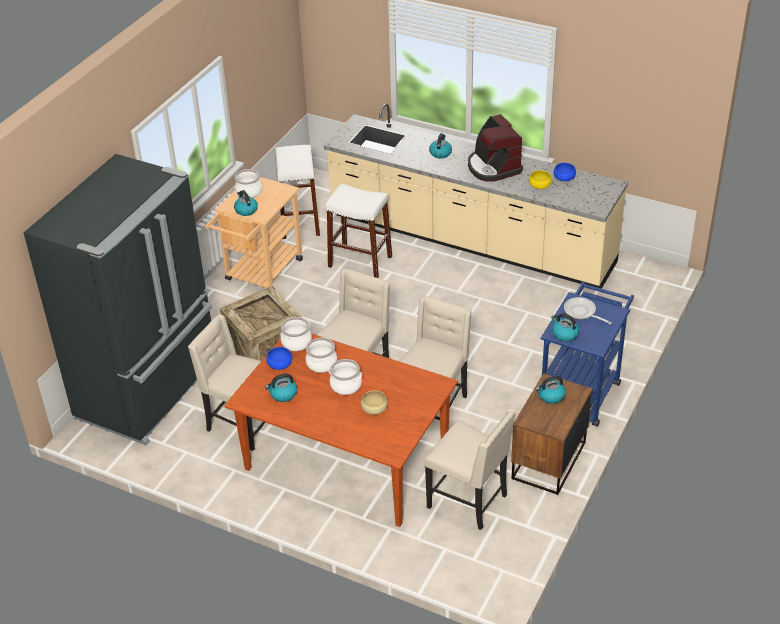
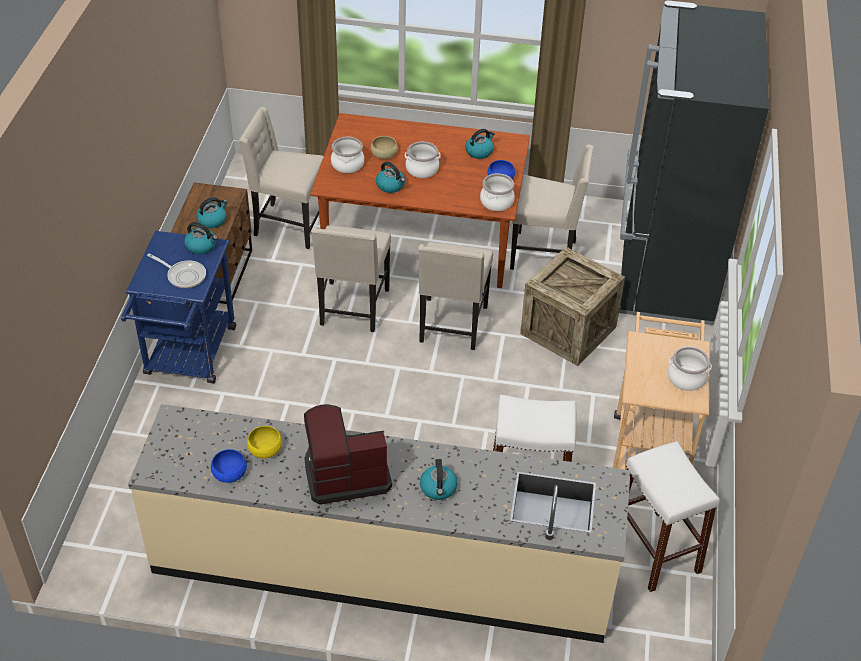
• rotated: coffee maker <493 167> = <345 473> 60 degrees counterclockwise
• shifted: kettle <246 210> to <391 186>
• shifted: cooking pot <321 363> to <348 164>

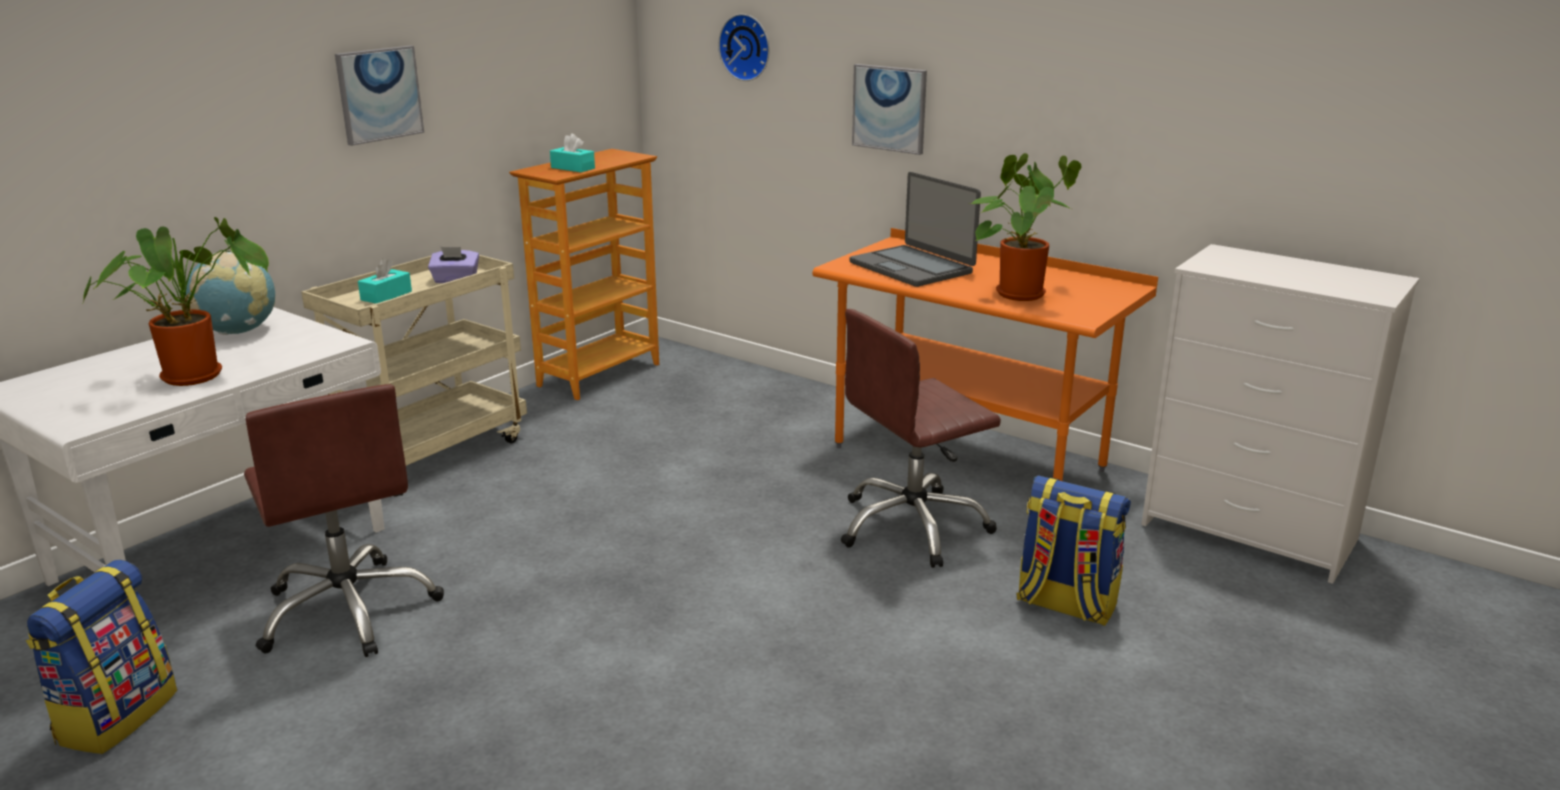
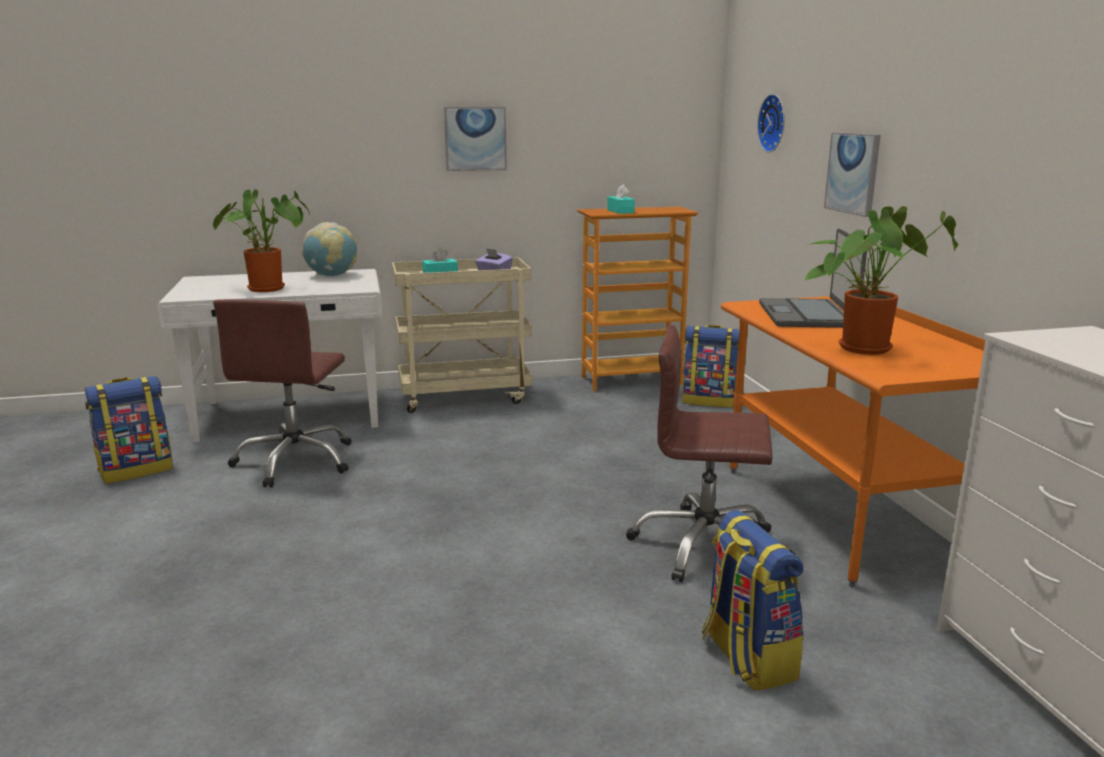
• new: knapsack <709 401>

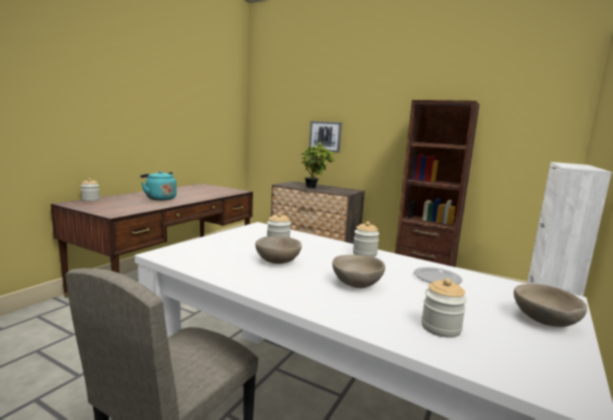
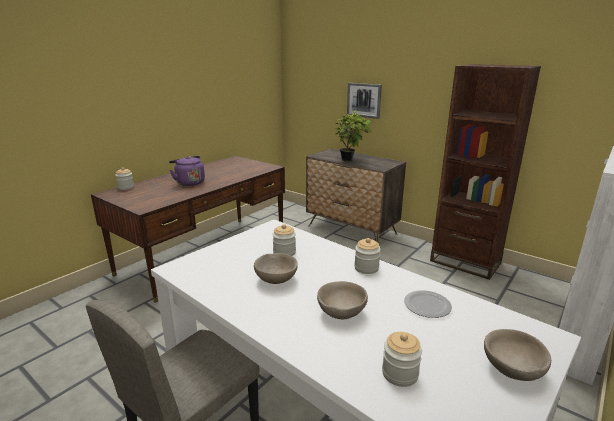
• repainted: turquoise kettle <159 198> to purple kettle <189 182>

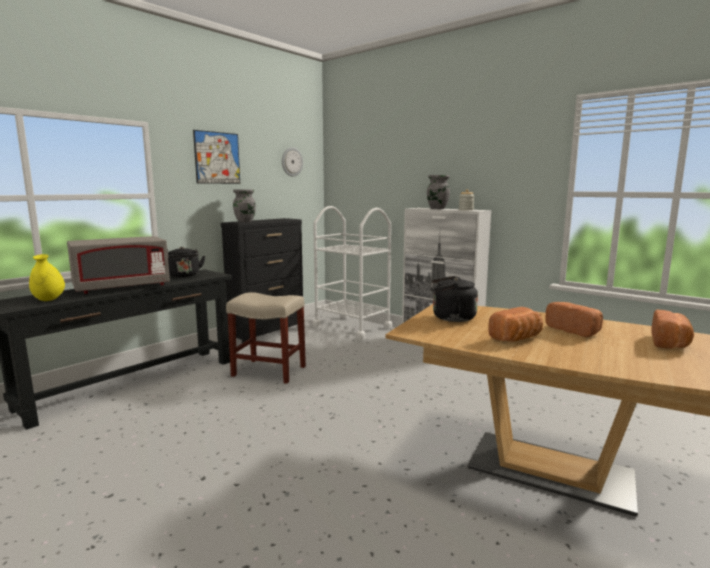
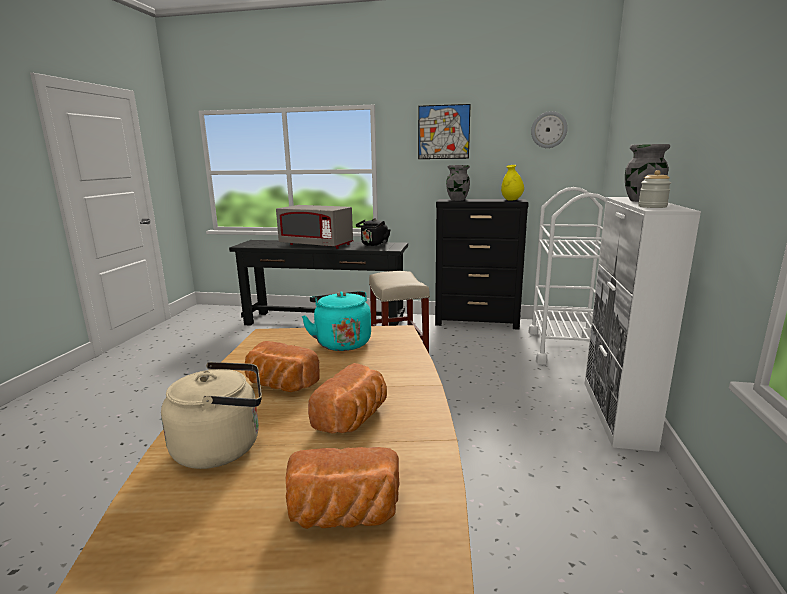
• shifted: yellowish decorative vase <49 300> to <511 200>
• repainted: black kettle <450 318> to turquoise kettle <341 342>
• new: beige-coloured kettle <223 447>

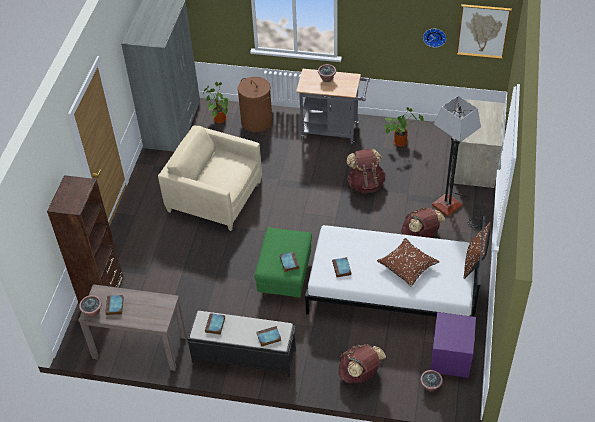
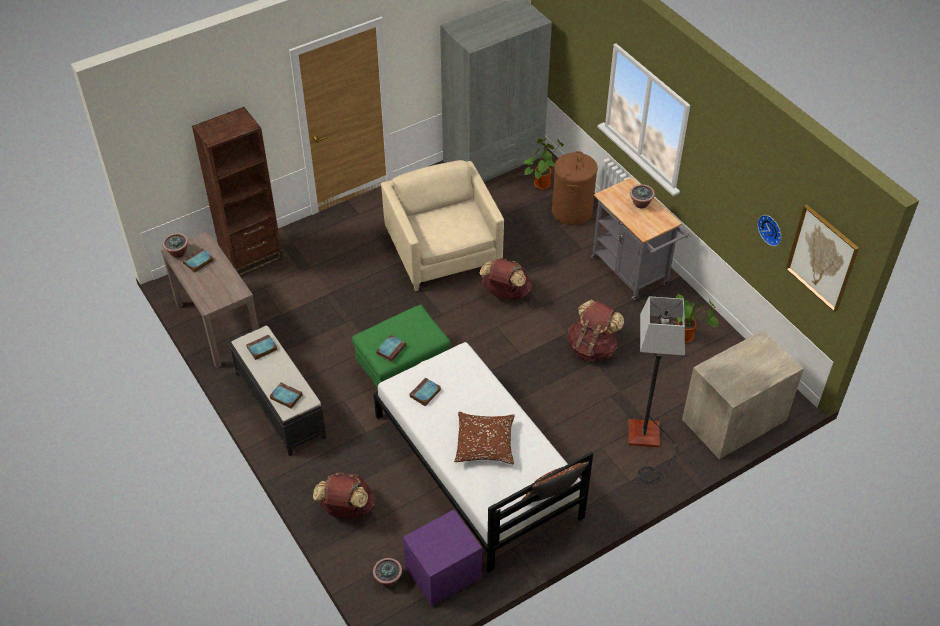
• shifted: brown-coloured knapsack <420 236> to <505 293>

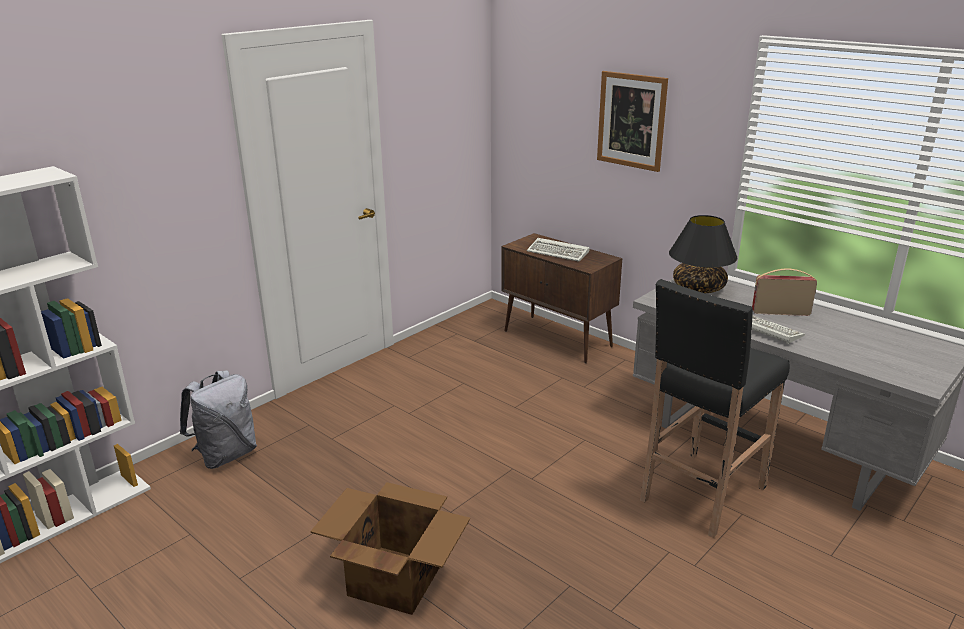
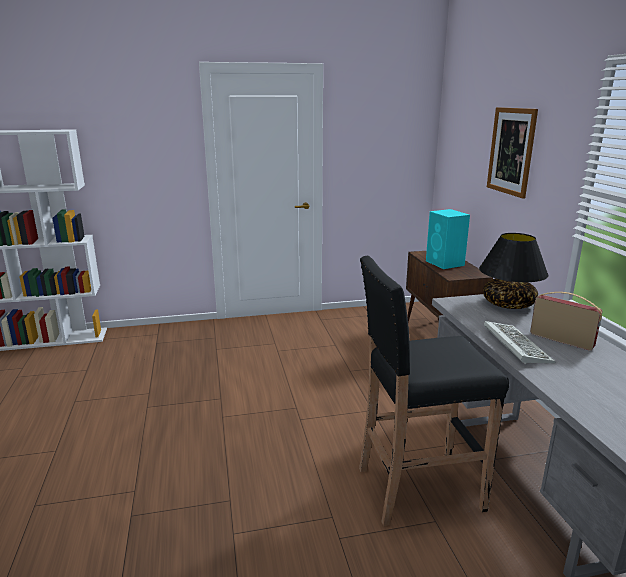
• swapped: keyboard <559 252> to turquoise audio speaker <445 263>
• gone: greyish knapsack <226 455>
• gone: packing box <394 578>

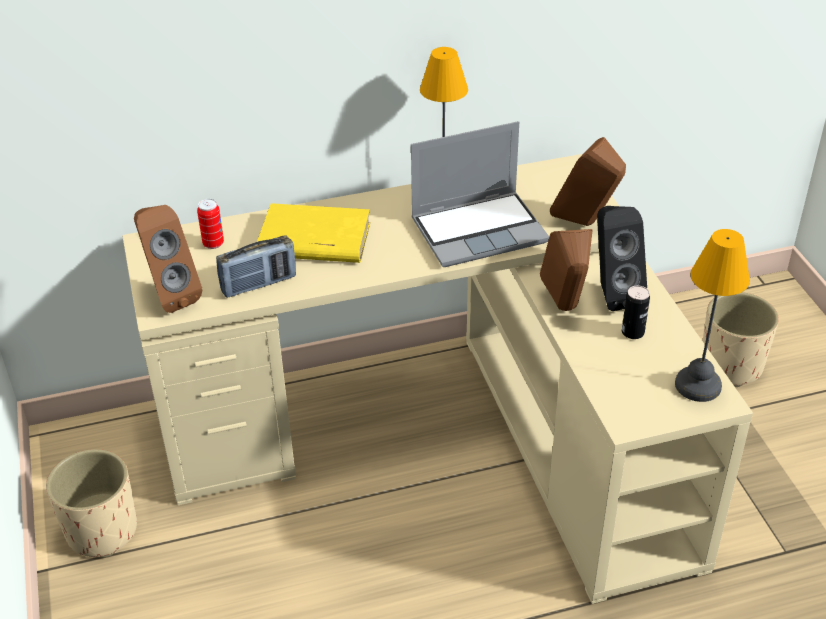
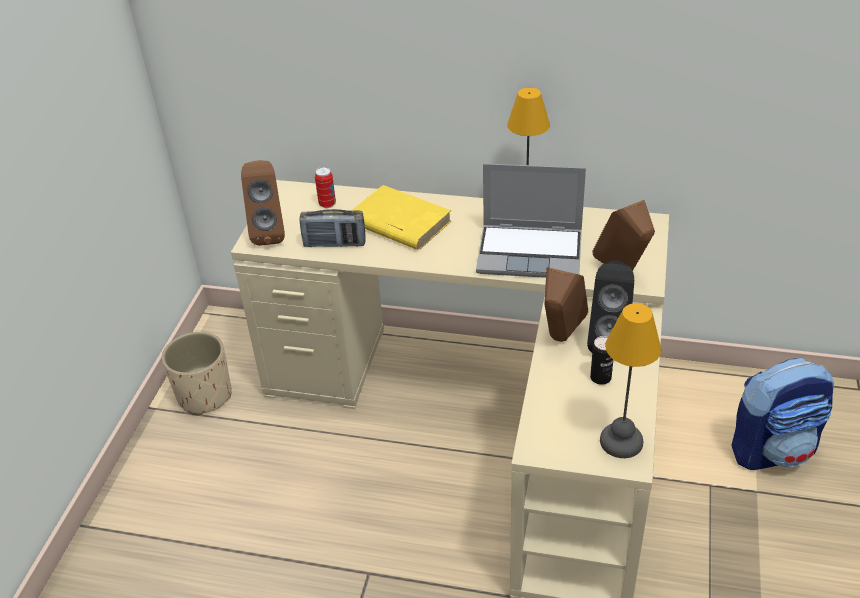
• swapped: beige-coloured plant pot <730 365> to knapsack <773 449>

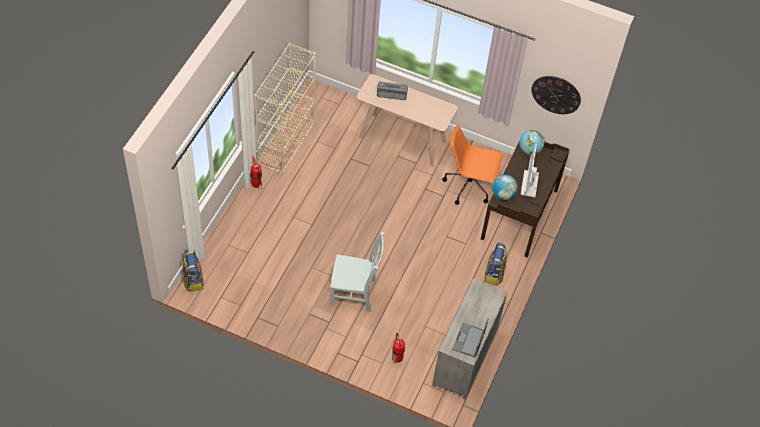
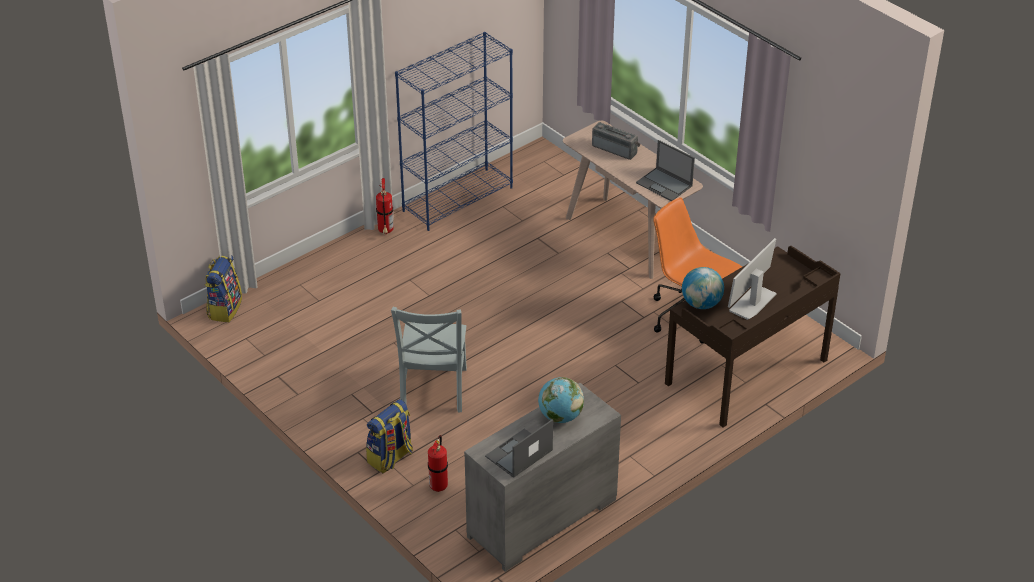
• repainted: beige-coloured bookshelf <286 144> to bluish bookshelf <458 199>
• gone: wall clock <556 94>
• shifted: desk globe <529 150> to <560 417>
• rotated: greyish chair <355 293> = <433 391> 60 degrees clockwise
• shifted: knapsack <494 274> to <390 458>
• new: laptop <664 184>

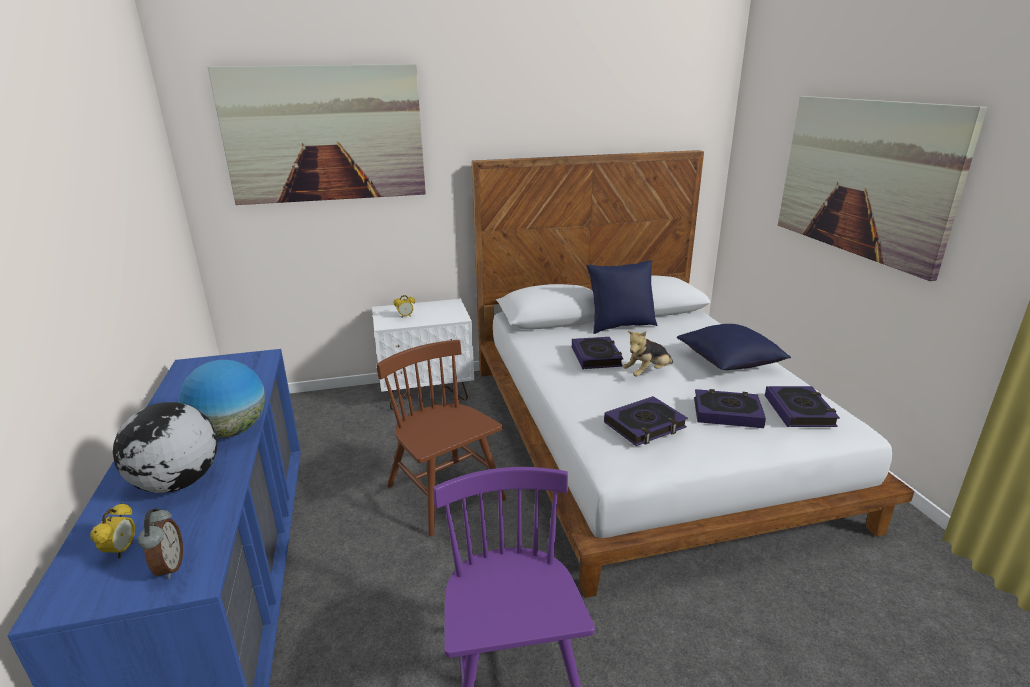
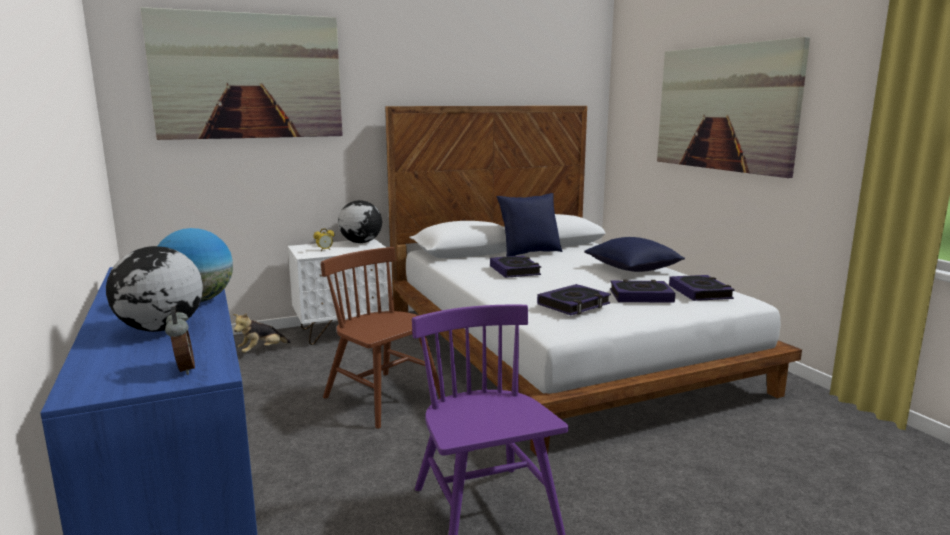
• shifted: plush toy <647 373> to <262 351>
• gone: bedside clock <121 550>
• new: desk globe <360 242>

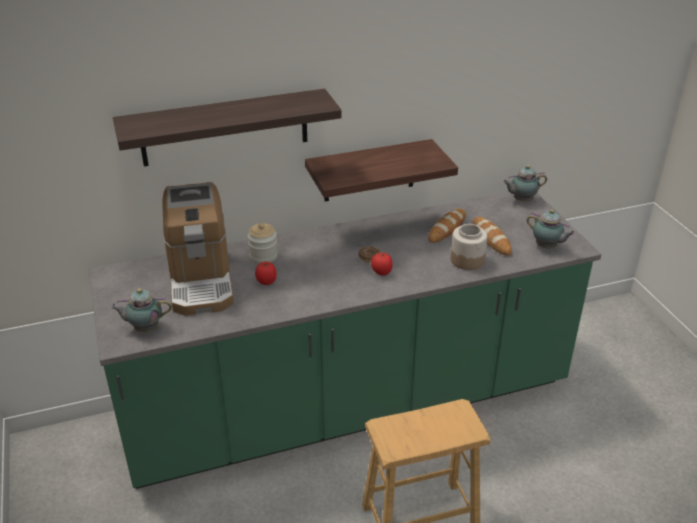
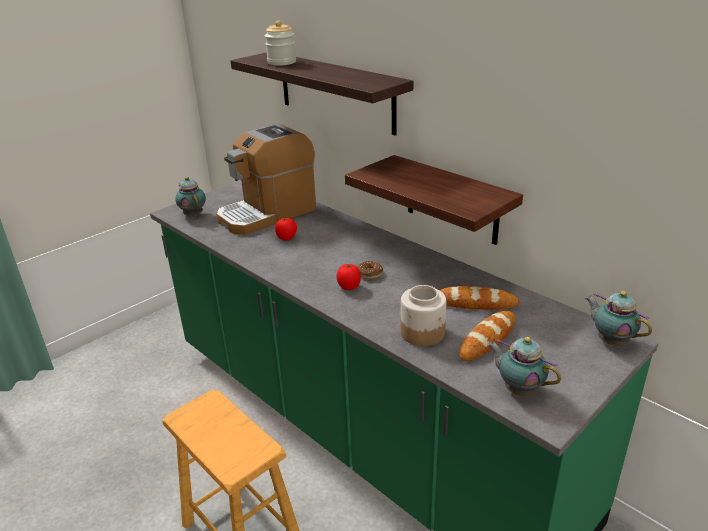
• rotated: teapot <547 247> = <518 389> 120 degrees clockwise
• shifted: preserve jar <263 256> to <281 62>

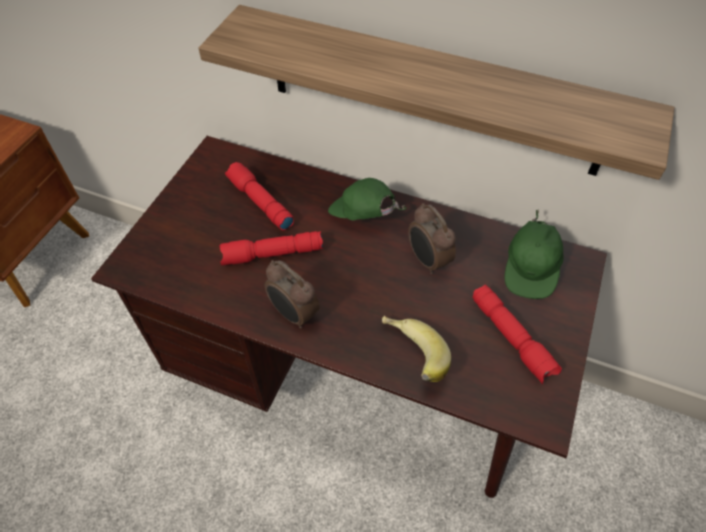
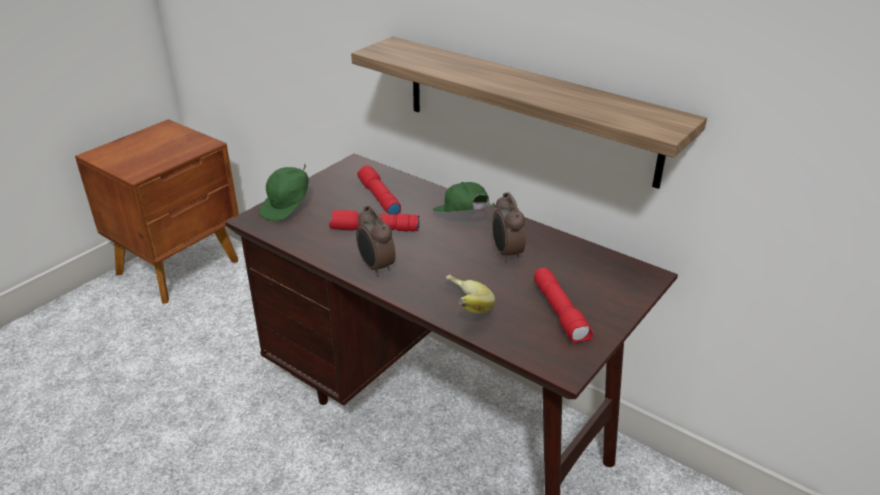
• shifted: greenish cap <530 269> to <288 207>

